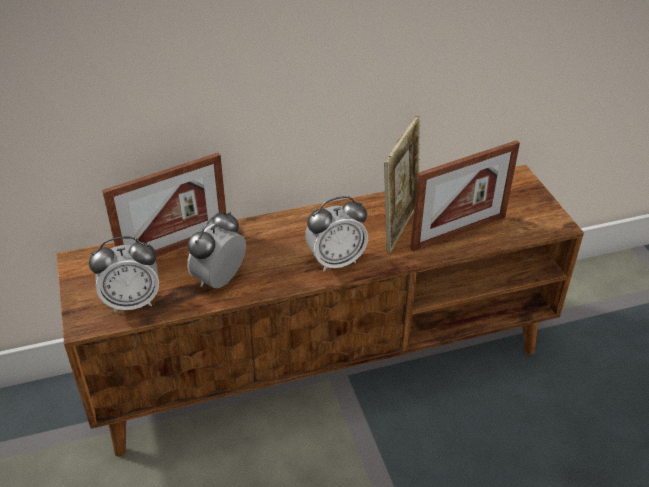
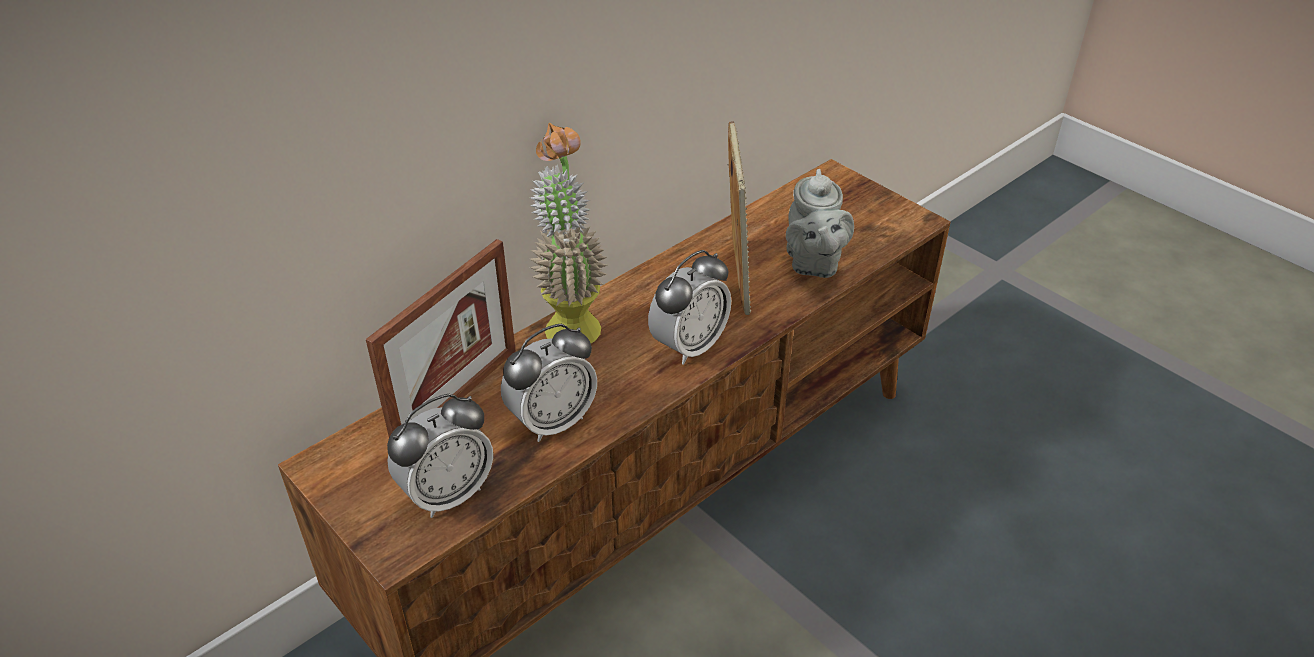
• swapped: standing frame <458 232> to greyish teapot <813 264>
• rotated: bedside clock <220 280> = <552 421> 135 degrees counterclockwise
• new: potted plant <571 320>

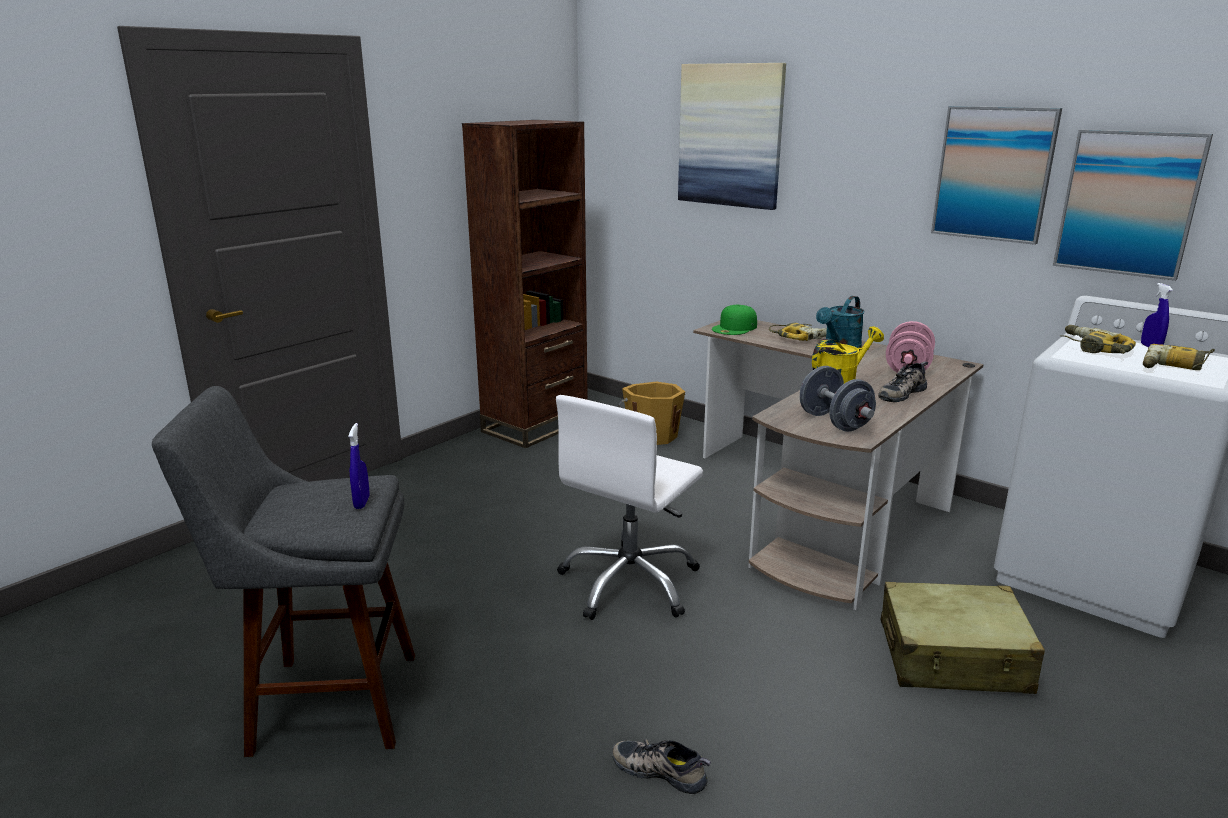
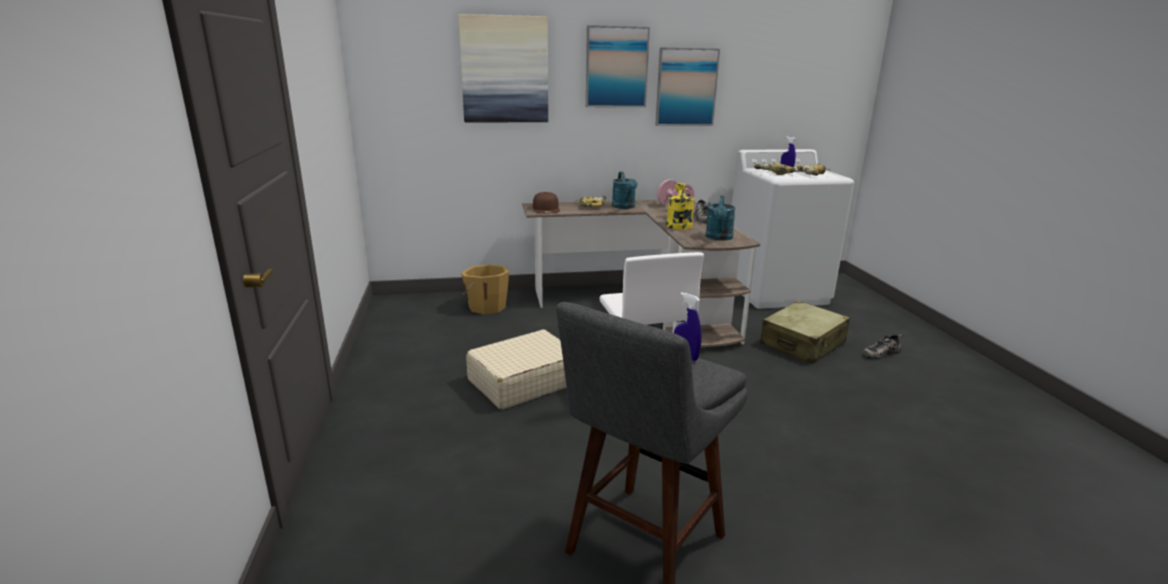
• gone: brown-coloured bookshelf <535 426>
• shifted: picture <1128 203> to <616 67>
• repainted: greenish cap <735 328> to brown-coloured cap <546 208>
• swapped: greyish hand weight <834 422> to turquoise sprinkling can <719 238>
• shifted: low shoe <661 770> to <880 352>
• new: beige-coloured travel case <523 381>

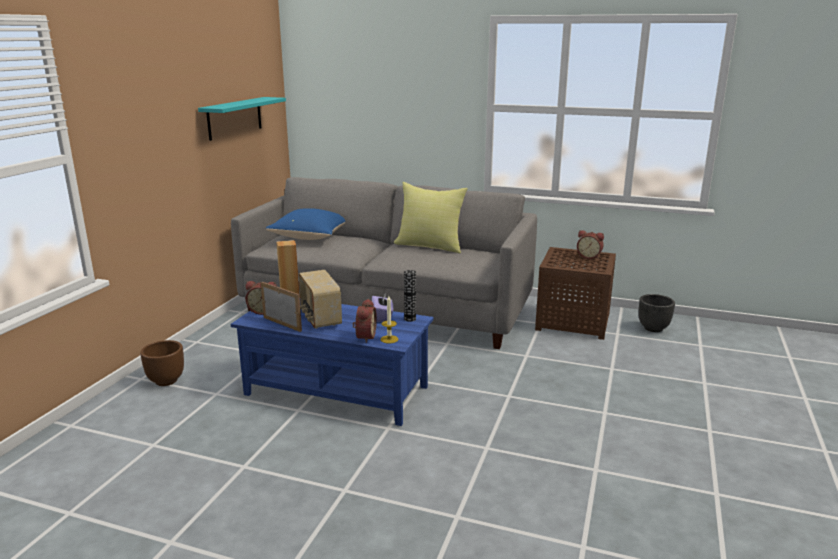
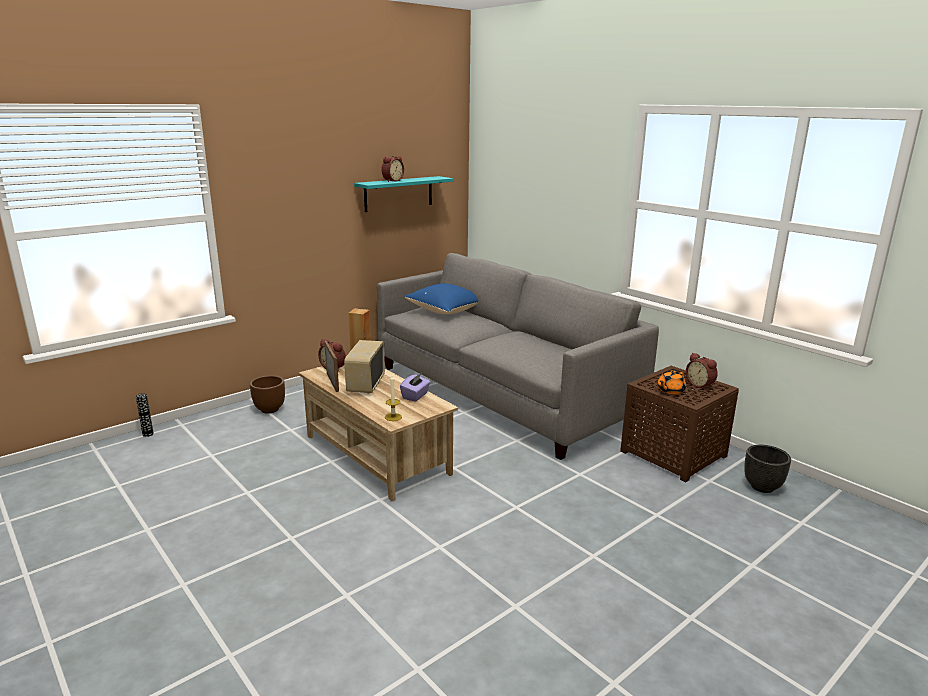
• gone: yellowish cushion <430 246>
• shifted: decorative vase <410 319> to <148 434>
• shifted: bedside clock <364 337> to <392 181>
• repainted: bluish lounge table <337 390> to beige-coloured lounge table <377 454>
• new: orangey teapot <670 391>

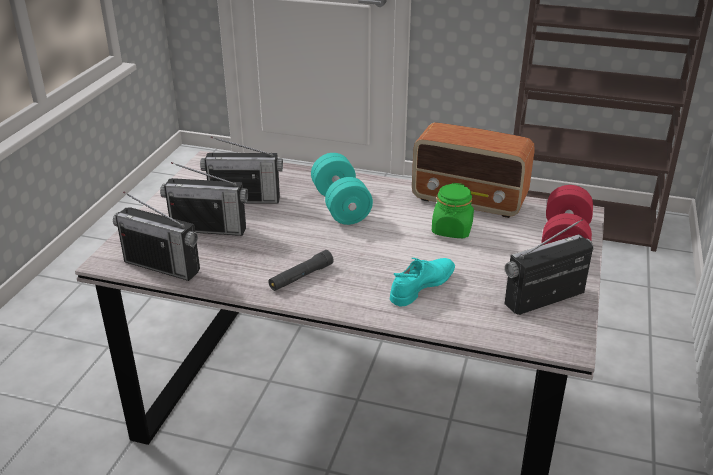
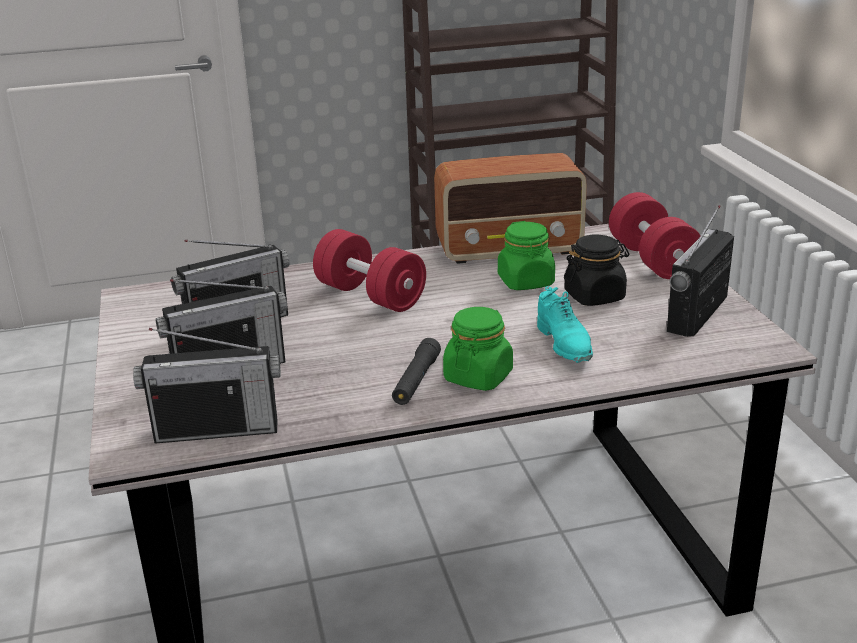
• repainted: turquoise hand weight <341 206> to red-coloured hand weight <370 295>
• rotated: turquoise low shoe <422 287> = <565 344> 150 degrees clockwise
• new: black preserve jar <594 296>
• new: greenish preserve jar <478 376>

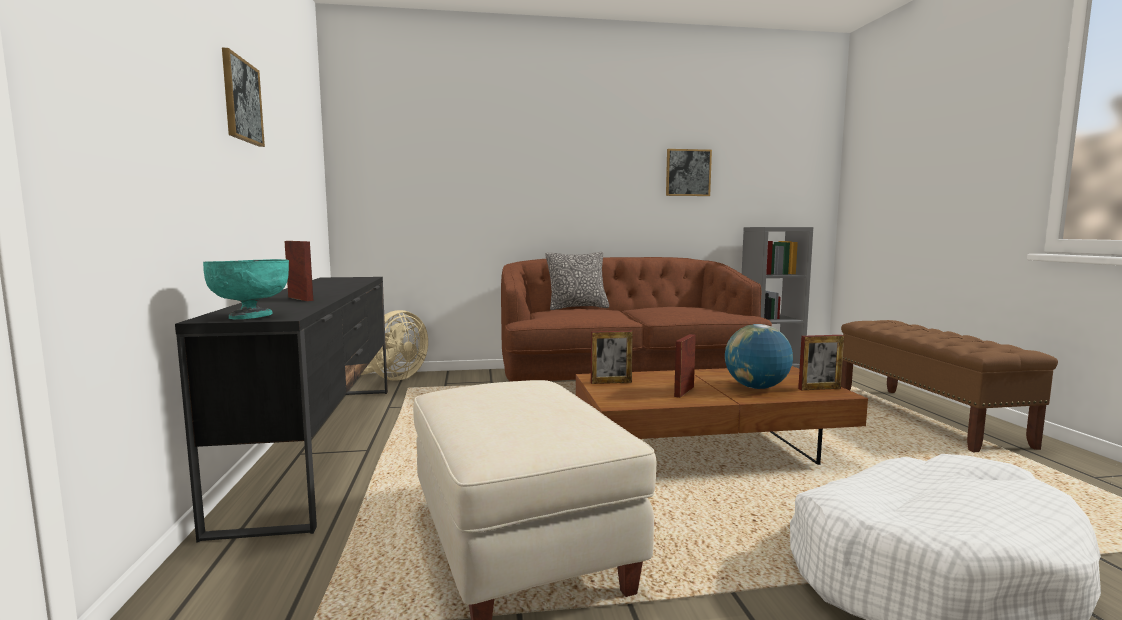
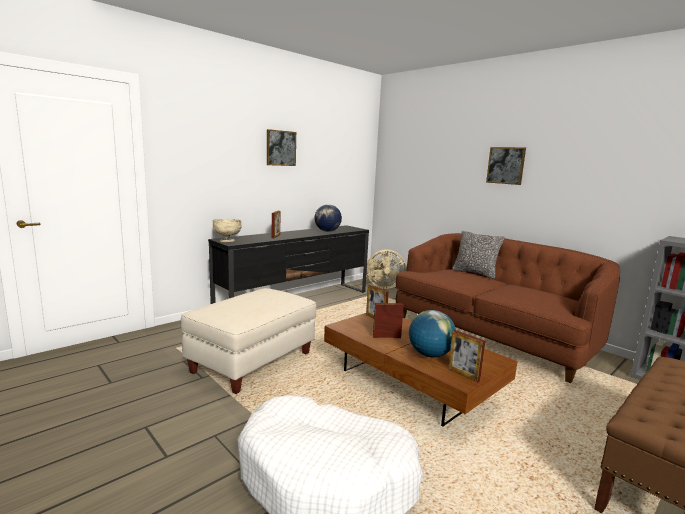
• shifted: picture <688 172> to <506 165>
• repainted: turquoise serving bowl <251 317> to beige-coloured serving bowl <227 241>
• new: desk globe <327 231>

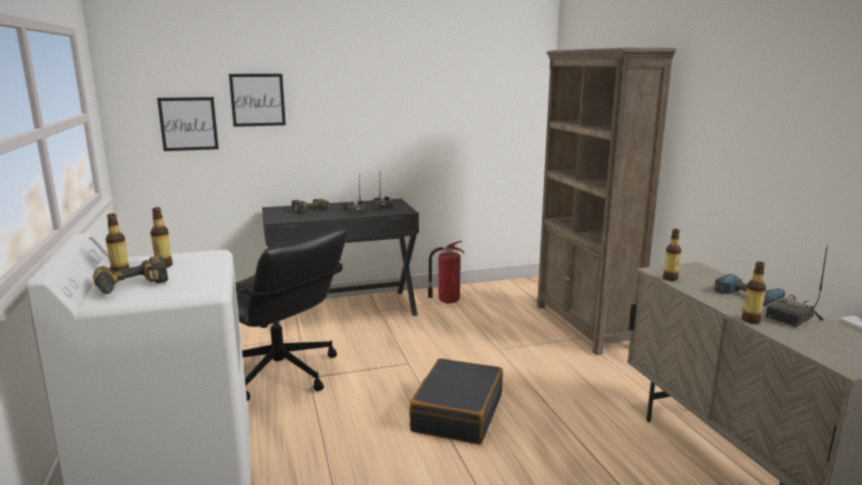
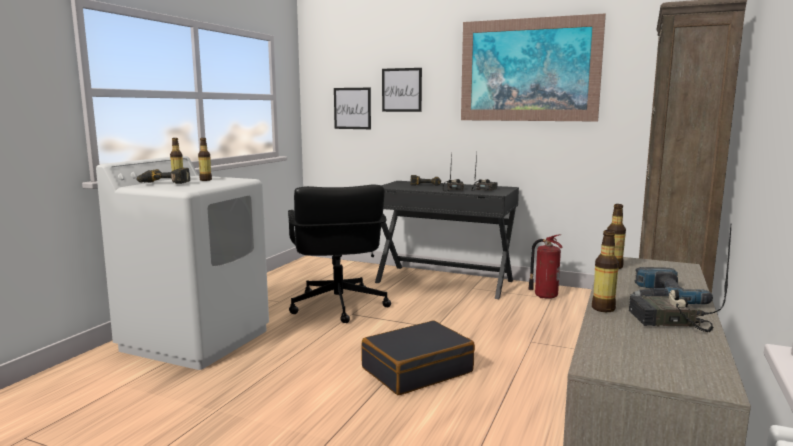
• new: picture <528 70>

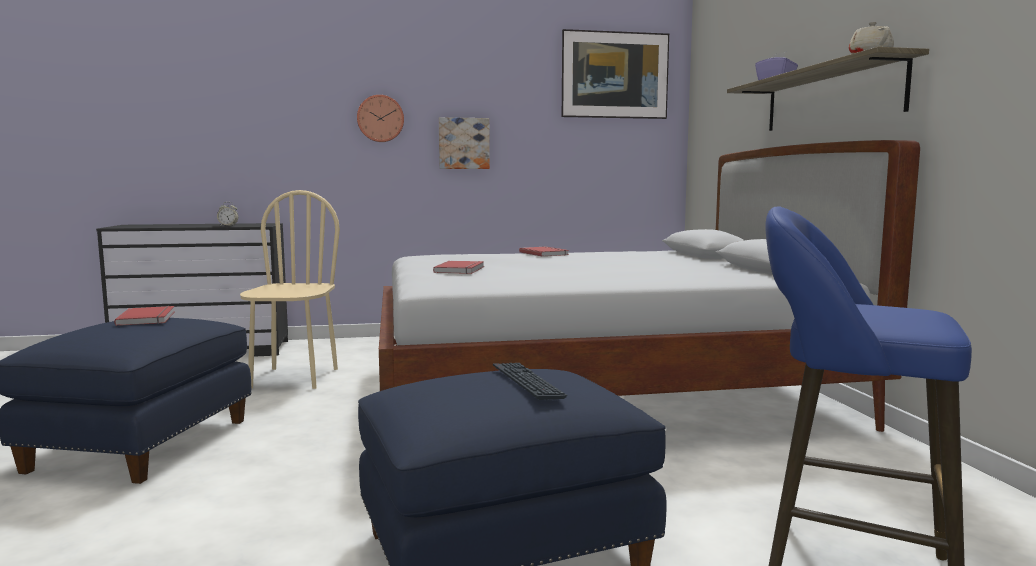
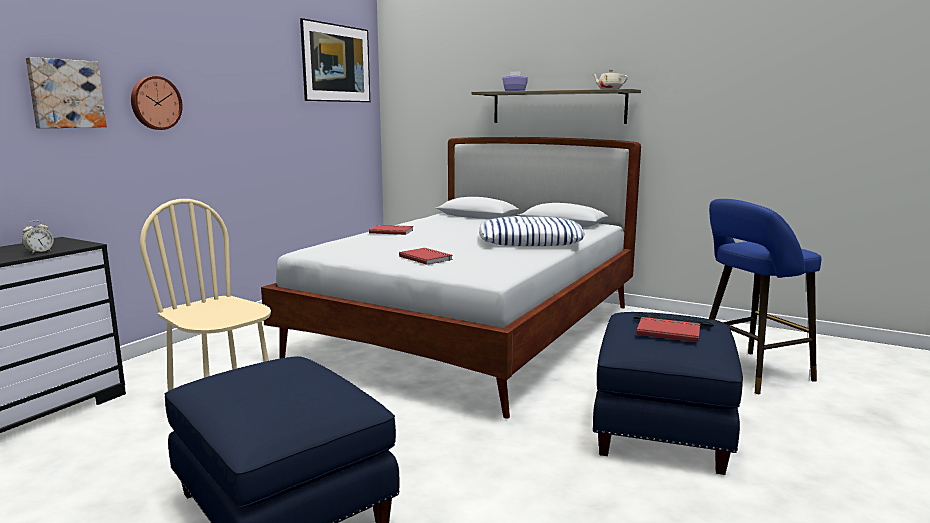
• shifted: picture <463 143> to <65 94>
• shifted: red-coloured bound book <148 318> to <668 331>
• new: cushion <530 241>

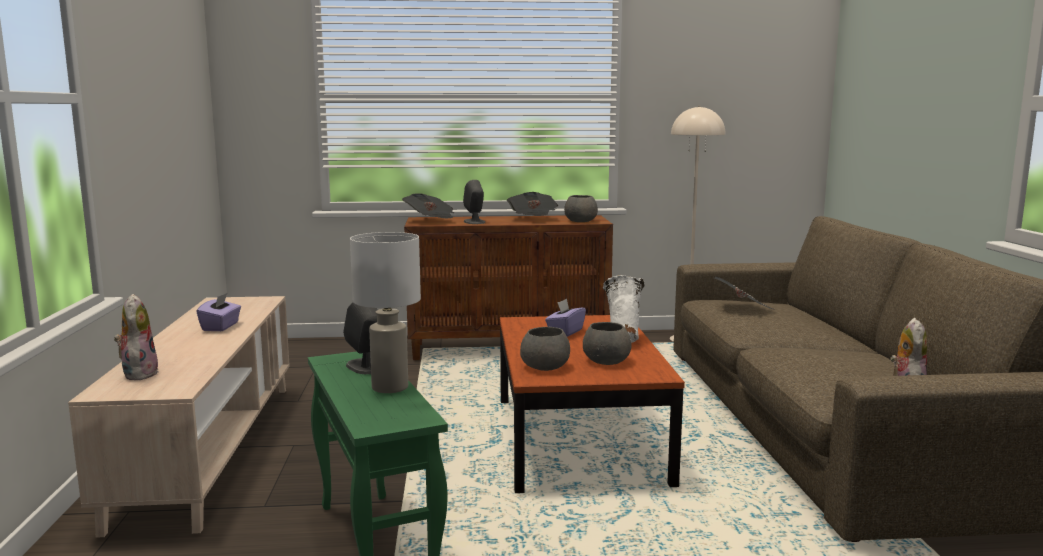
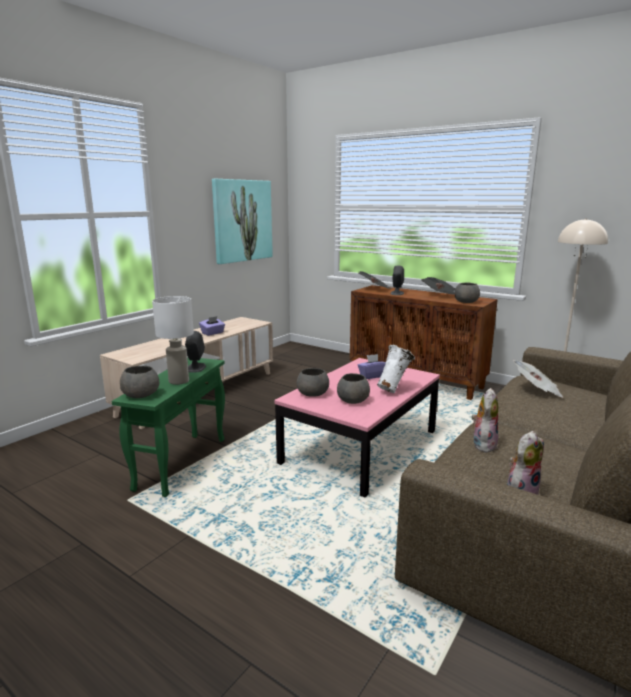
• shifted: plush toy <138 374> to <483 444>
• repainted: brown-coloured lounge table <579 439> to pink lounge table <361 447>
• new: picture <242 220>
• new: greyish serving bowl <140 394>

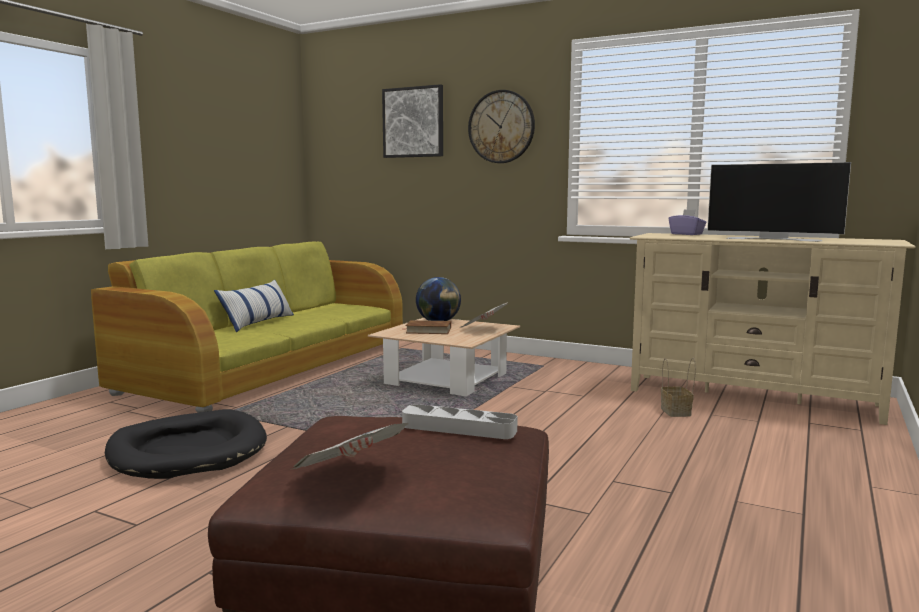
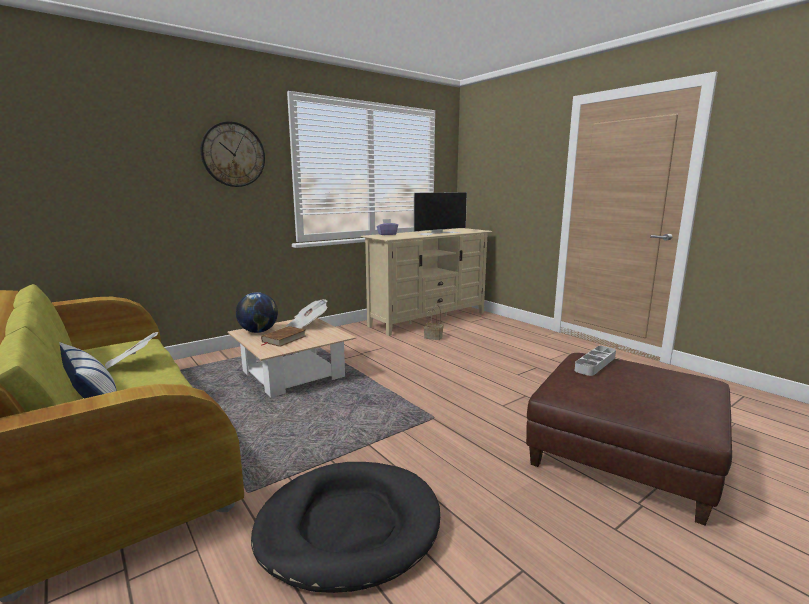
• gone: picture <413 122>
• shifted: printed paper <350 477> to <132 364>

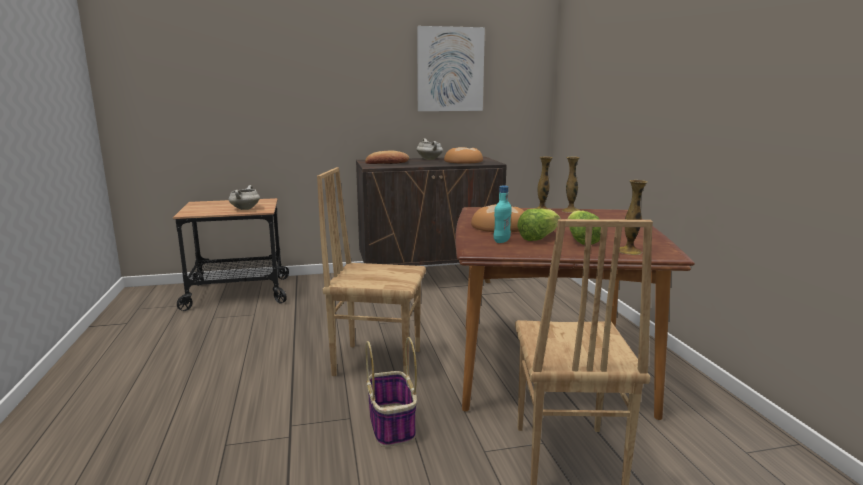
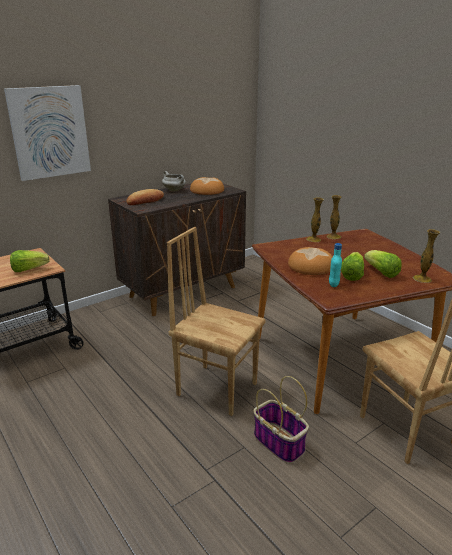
• shifted: picture <450 69> to <49 132>
• rotated: brown-coloured chair <377 361> = <217 388> 45 degrees clockwise
• swapped: whitish cooking pot <245 209> to lettuce head <29 269>

